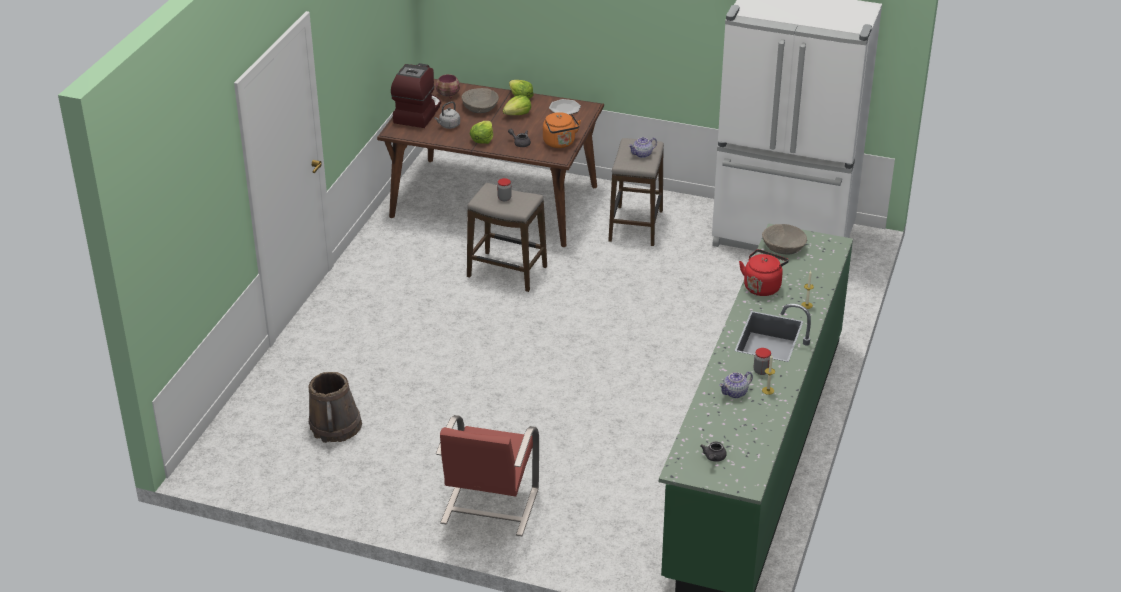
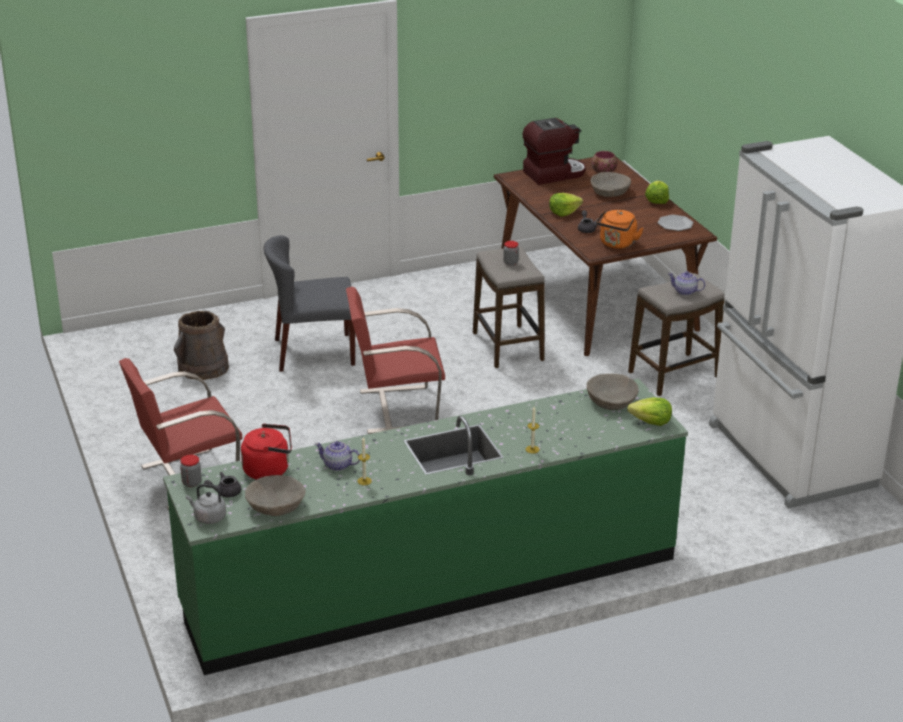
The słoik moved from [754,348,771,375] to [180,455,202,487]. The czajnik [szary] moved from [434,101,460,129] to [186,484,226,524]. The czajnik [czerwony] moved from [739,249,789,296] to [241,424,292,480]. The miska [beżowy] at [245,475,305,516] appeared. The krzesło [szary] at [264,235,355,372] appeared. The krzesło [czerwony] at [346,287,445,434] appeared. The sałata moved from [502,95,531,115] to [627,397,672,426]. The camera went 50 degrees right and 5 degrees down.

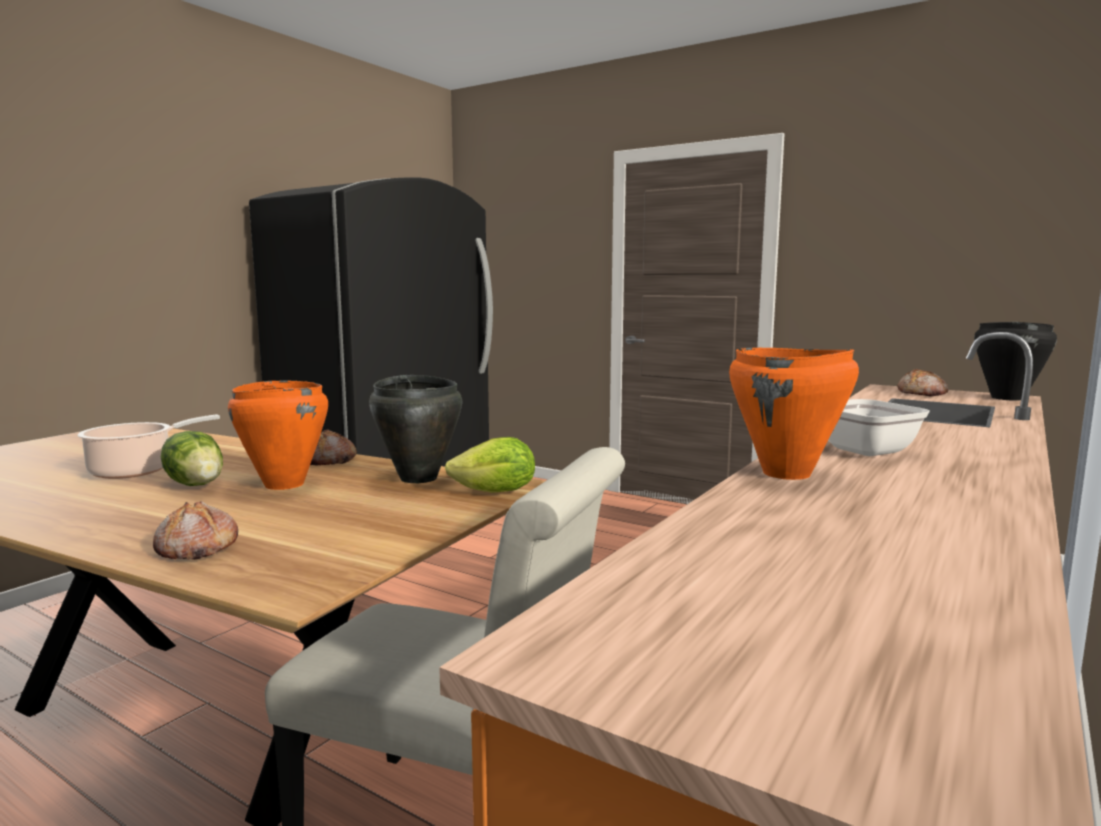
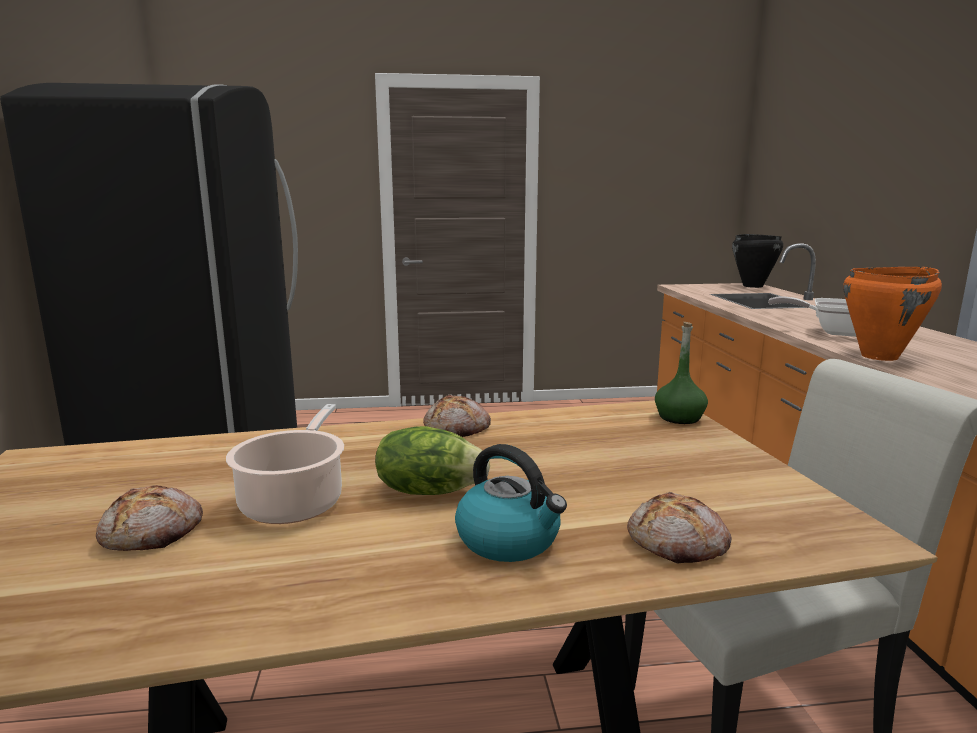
The chleb moved from [897,369,948,397] to [96,485,203,551]. The czajnik at [455,444,567,562] appeared. The sałata at [445,437,535,493] was replaced by the butelka [zielony] at [655,322,708,424]. The garnek [pomarańczowy] at [228,381,328,490] disappeared. The garnek [czarny] at [369,375,462,483] disappeared. The camera went 40 degrees left and 5 degrees up.

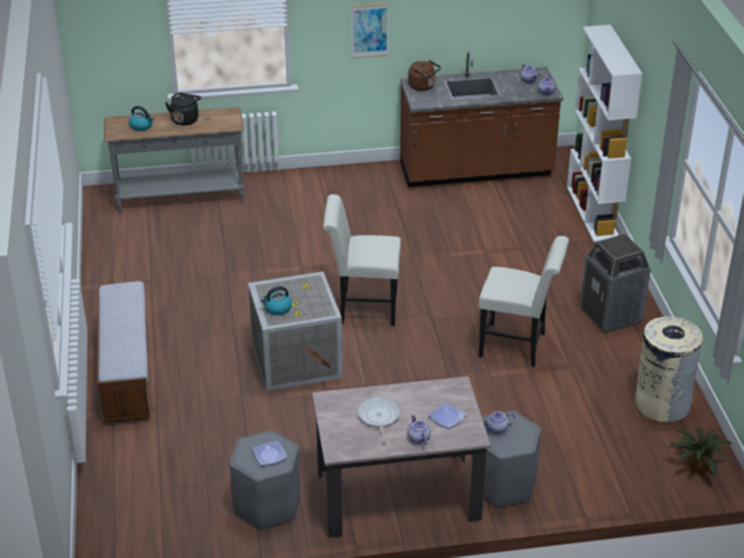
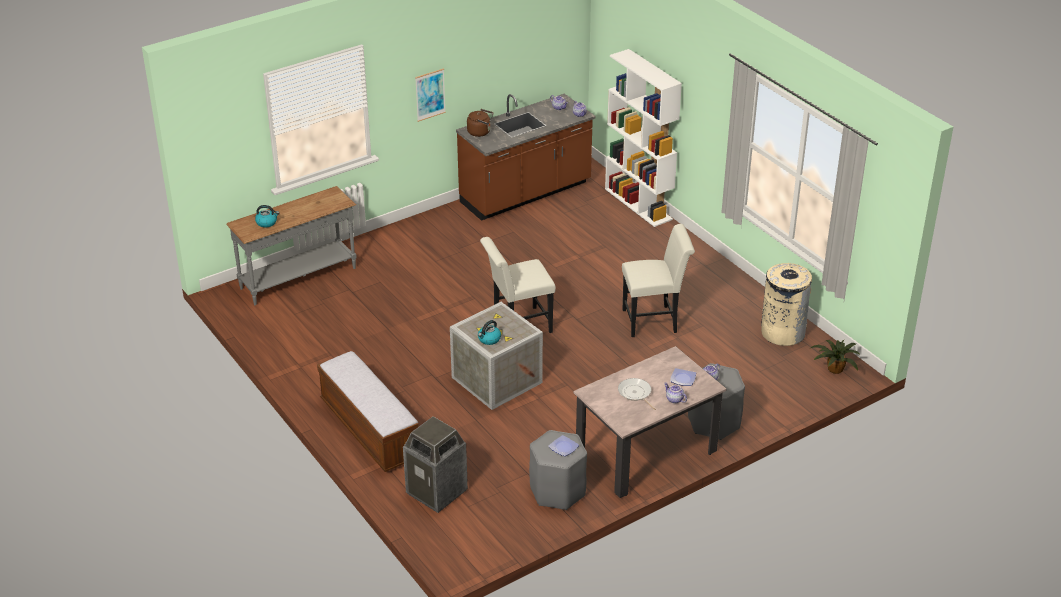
The kosz na śmieci moved from [580,234,651,334] to [403,416,468,513]. The czajnik [czarny] at [165,93,201,126] disappeared. The camera went 25 degrees left and 0 degrees up.

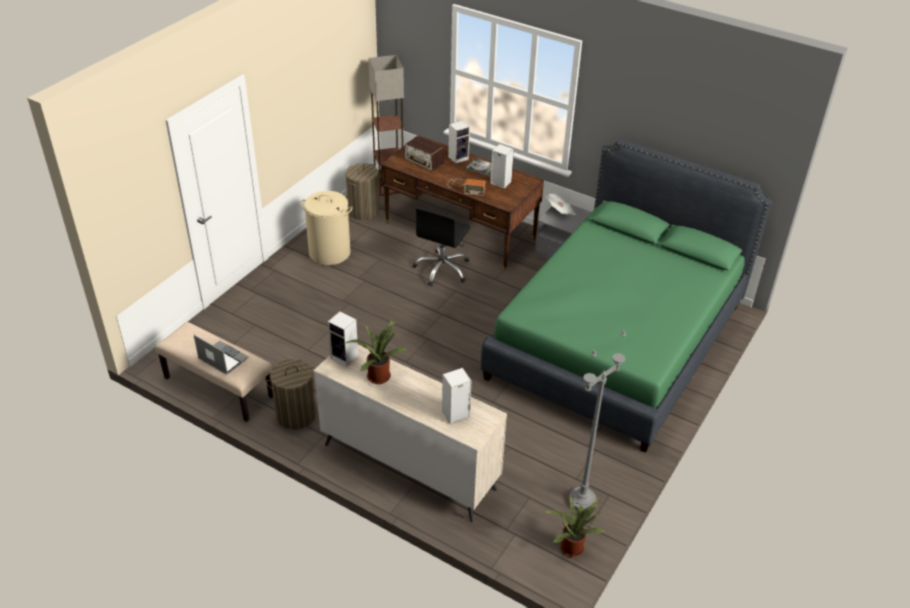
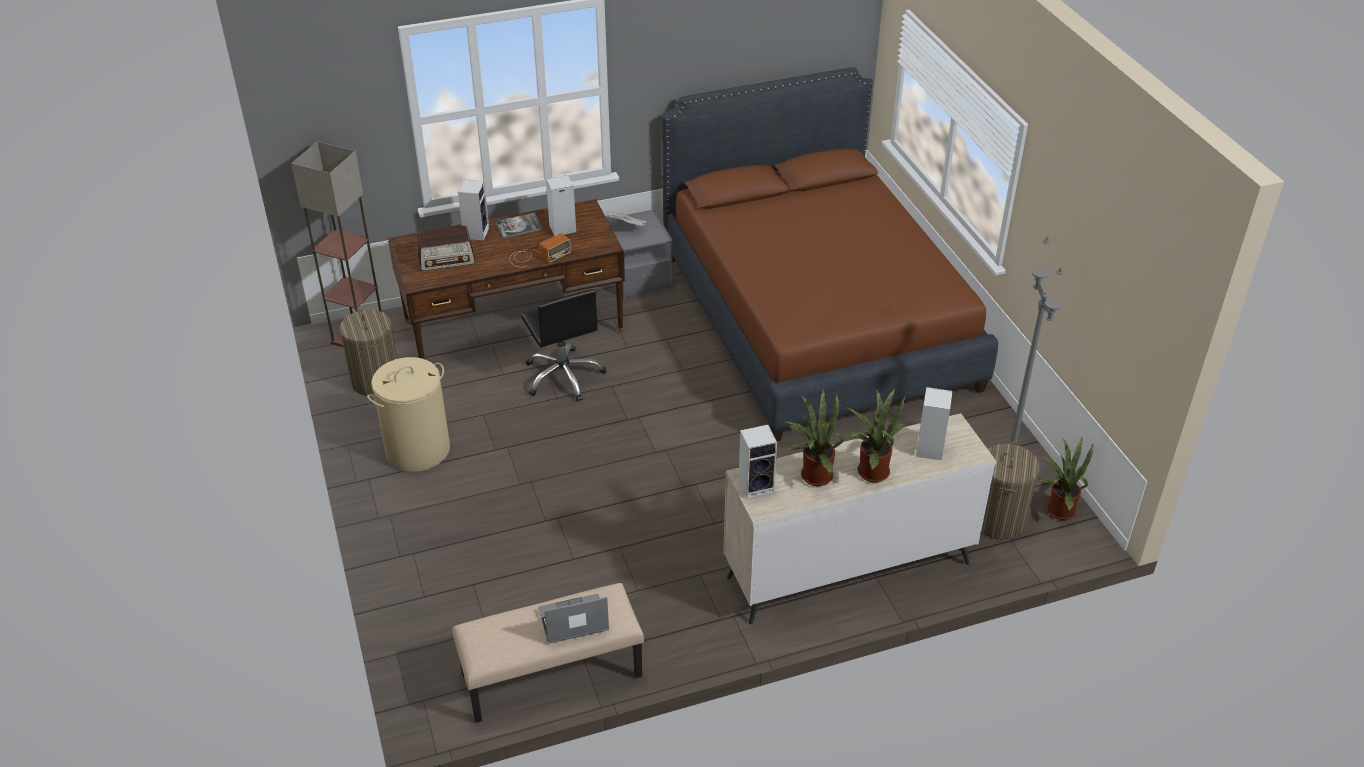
The łóżko [zielony] at [481,139,772,453] became the łóżko [brązowy] at [662,67,998,441]. The roślina doniczkowa at [846,388,905,482] appeared. The kosz na pranie moved from [266,359,316,429] to [981,442,1040,540]. The camera went 50 degrees left and 0 degrees up.

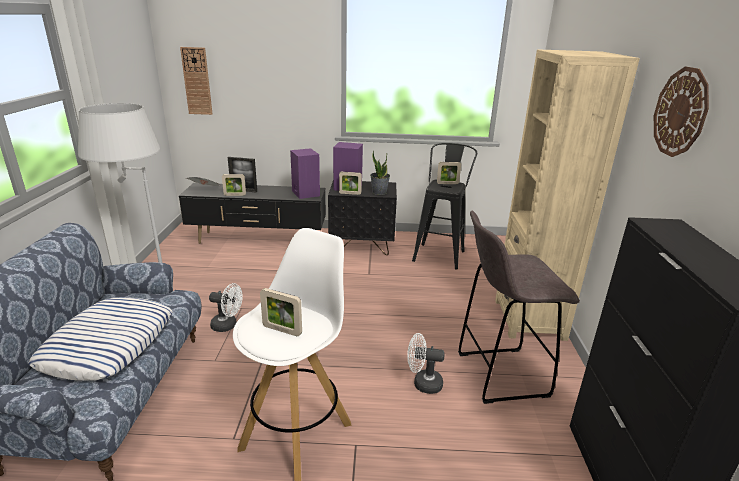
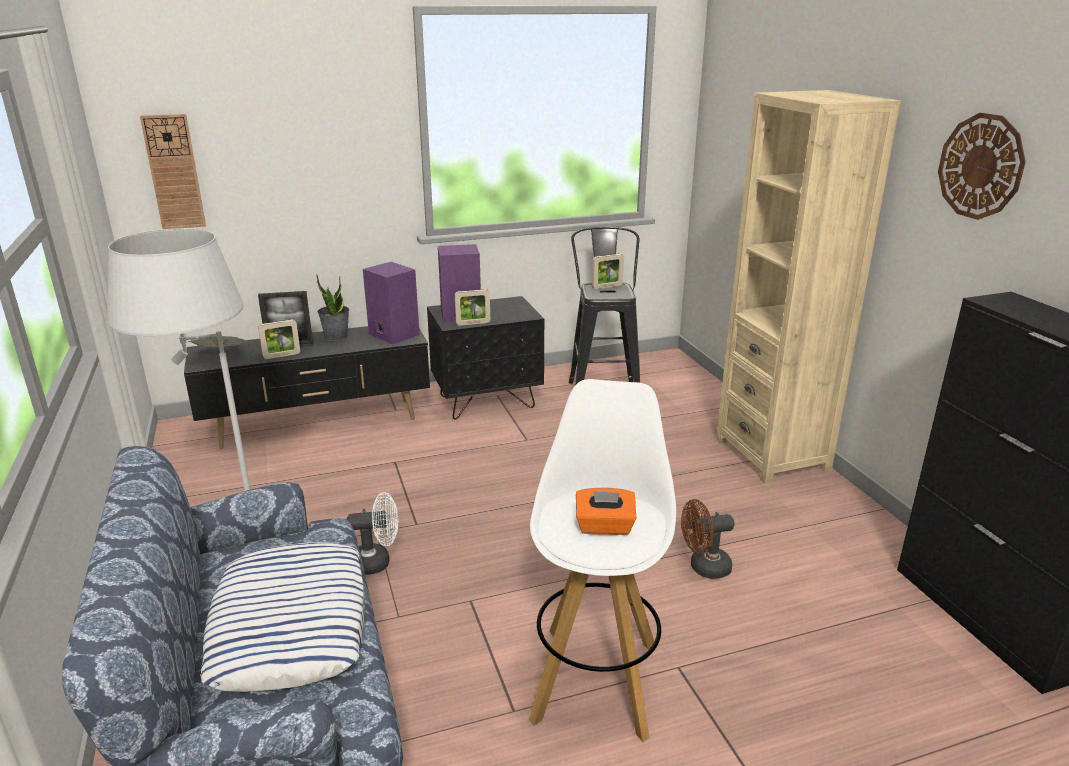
The roślina doniczkowa moved from [370,151,390,195] to [316,274,349,341]. The ramka na zdjęcie at [260,288,302,336] was replaced by the pudełko chusteczek [pomarańczowy] at [576,487,636,535]. The wentylator [biały] at [407,333,445,394] became the wentylator [brązowy] at [681,499,734,579]. The stołek [szary] at [458,210,580,404] disappeared. The camera went 20 degrees left and 0 degrees up.

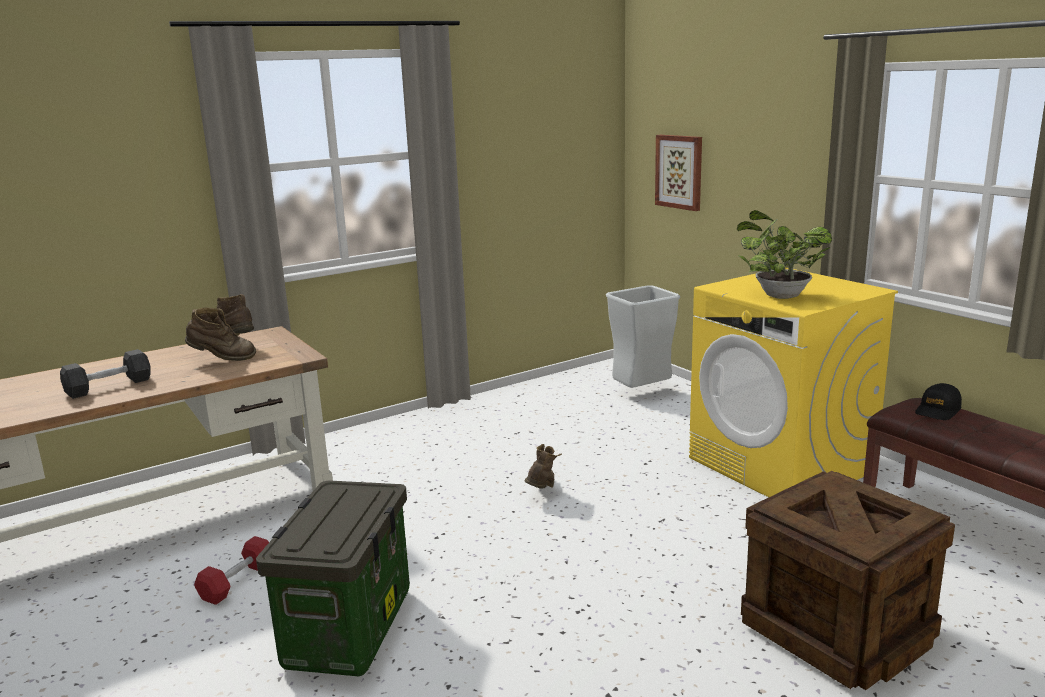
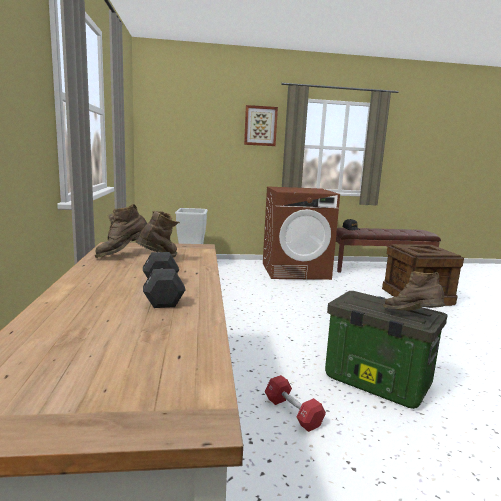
The obraz moved from [655,135,702,211] to [244,105,278,146]. The pralka [żółty] at [689,268,898,497] became the pralka [brązowy] at [263,186,340,280]. The but z cholewką [brązowy] moved from [525,444,562,489] to [383,271,445,310]. The roślina doniczkowa at [737,210,832,299] disappeared. The camera went 65 degrees left and 5 degrees down.

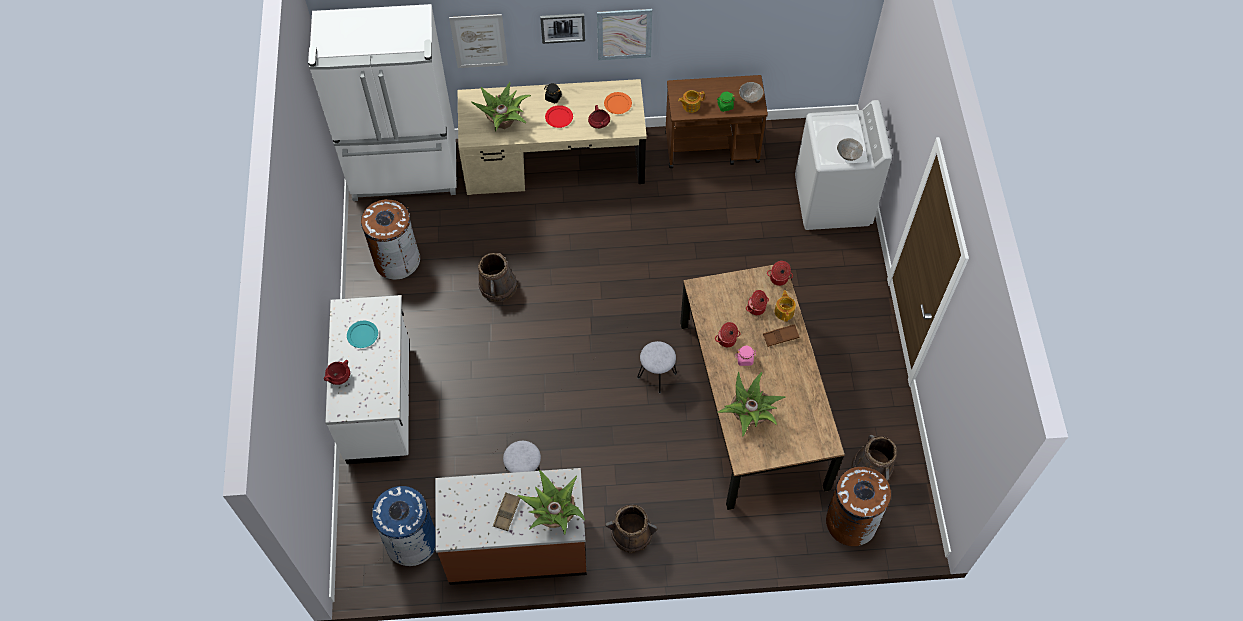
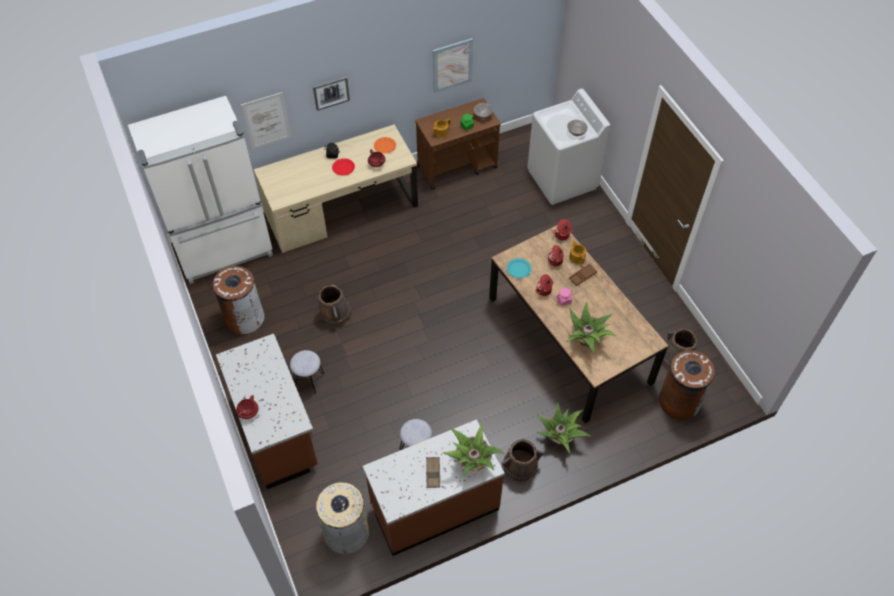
The zabudowa kuchenna [biały] at [325,295,409,464] became the zabudowa kuchenna [brązowy] at [216,333,318,489]. The stołek [szary] moved from [637,341,677,394] to [290,350,325,394]. The kosz na śmieci [niebieski] at [372,486,435,566] became the kosz na śmieci [beżowy] at [316,482,369,554]. The obraz moved from [597,9,652,60] to [433,38,473,93]. The talerz [turkusowy] moved from [347,321,378,348] to [507,258,532,278]. The roślina doniczkowa moved from [471,82,531,132] to [536,402,591,453]. The camera went 20 degrees left and 5 degrees down.

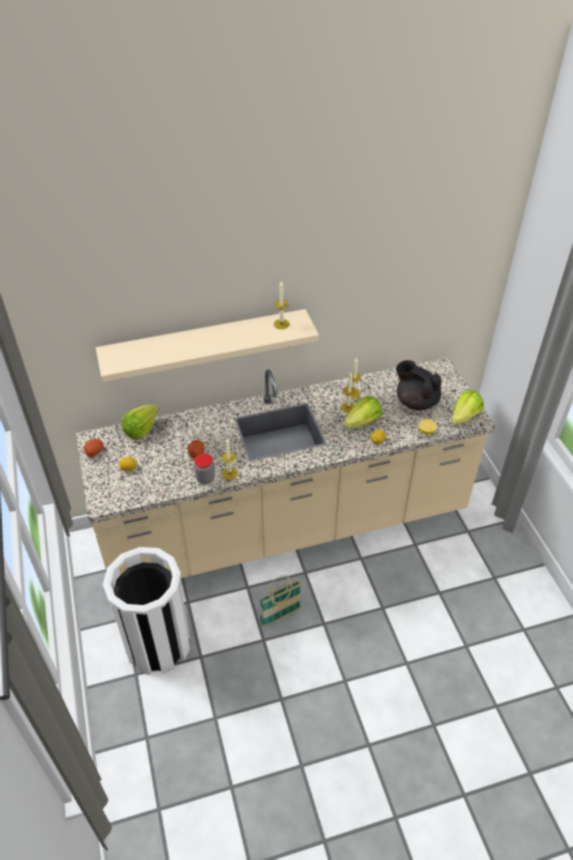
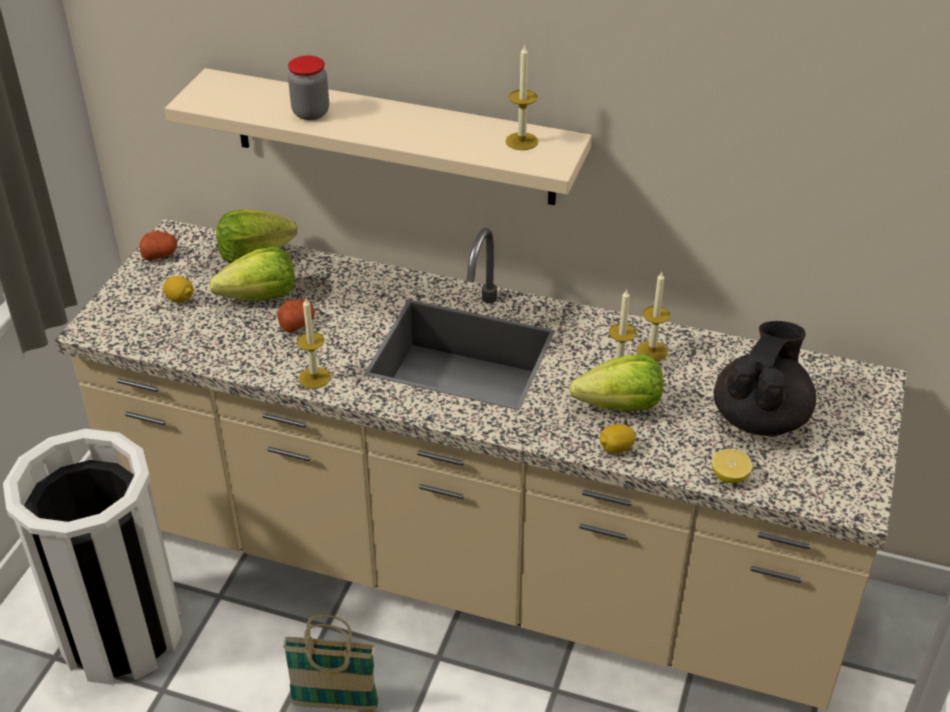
The sałata moved from [452,390,484,425] to [209,247,295,300]. The słoik moved from [194,453,215,484] to [288,56,329,120]. The imbryk [czarny] at [396,360,441,410] turned 45 degrees clockwise. The camera went 35 degrees right and 5 degrees down.

